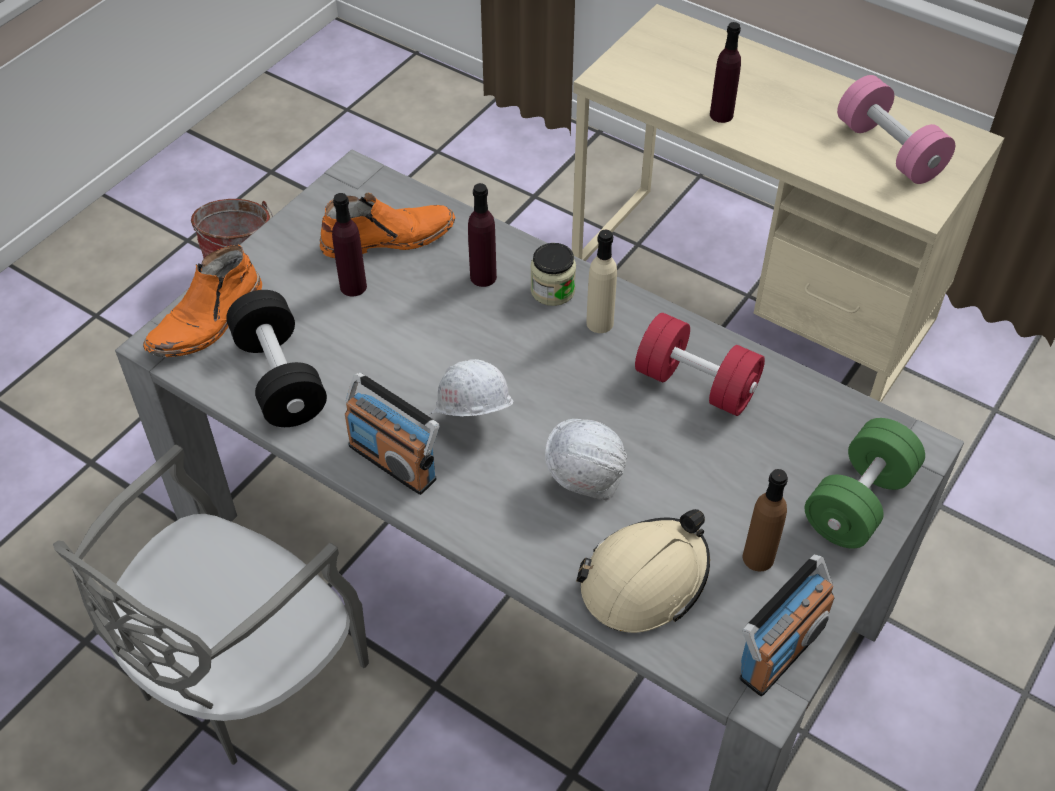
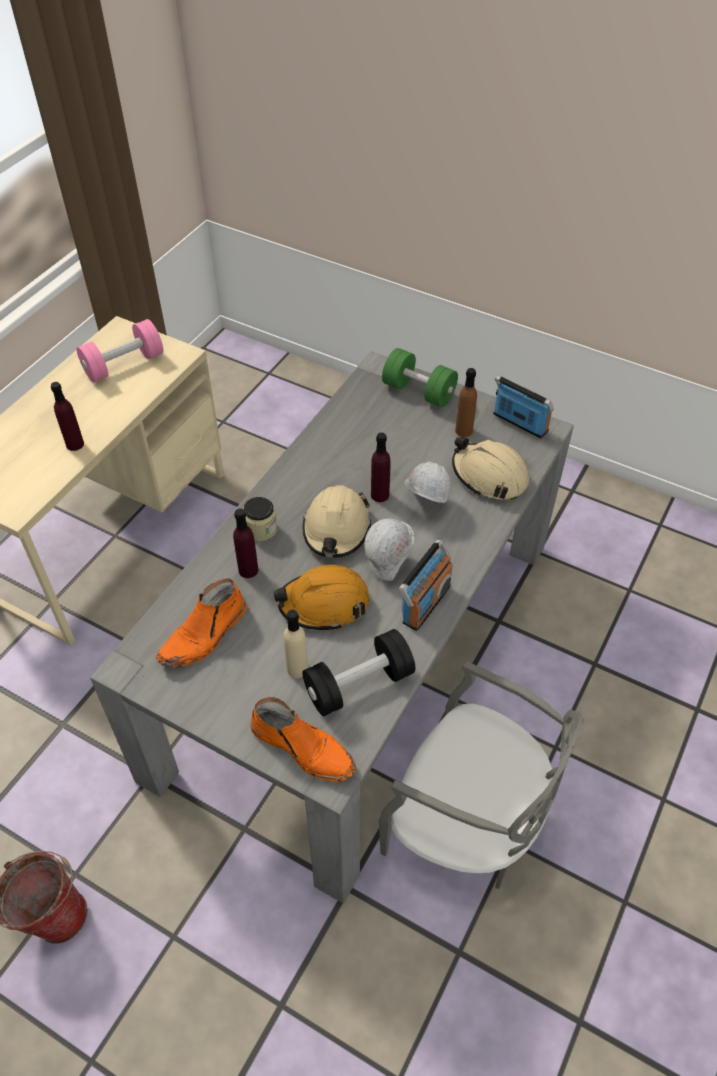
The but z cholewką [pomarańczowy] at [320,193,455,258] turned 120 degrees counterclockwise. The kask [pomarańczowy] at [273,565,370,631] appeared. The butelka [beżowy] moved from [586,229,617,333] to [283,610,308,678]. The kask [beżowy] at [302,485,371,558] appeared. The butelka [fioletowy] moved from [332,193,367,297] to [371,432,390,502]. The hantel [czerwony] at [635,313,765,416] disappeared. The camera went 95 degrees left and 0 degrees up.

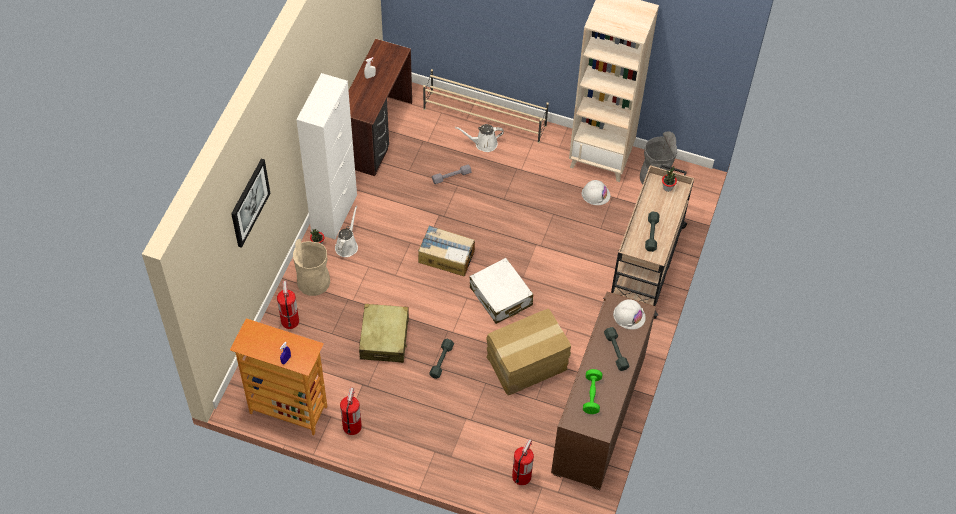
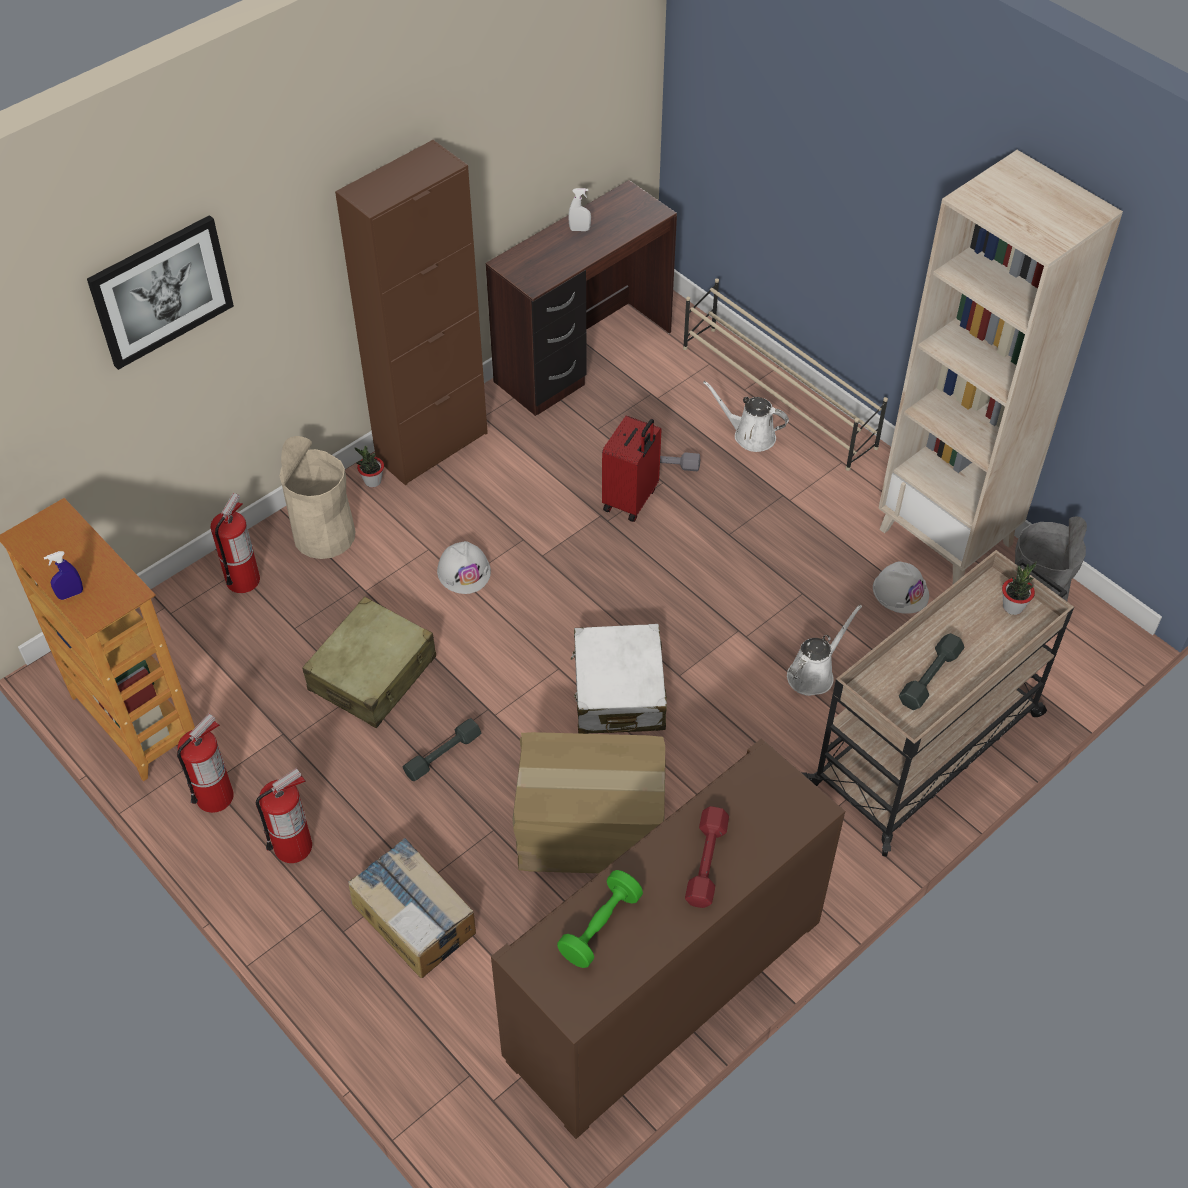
The gaśnica moved from [512,439,534,485] to [256,768,312,863]. The szafka [biały] at [296,73,357,239] became the szafka [brązowy] at [335,140,488,485]. The karton moved from [418,225,475,276] to [349,838,476,978]. The kask [biały] moved from [613,299,646,330] to [437,541,491,594]. The walizka [czerwony] at [602,415,662,522] appeared. The hantel [szary] at [604,327,630,371] became the hantel [czerwony] at [685,806,729,908]. The konewka [biały] moved from [335,206,358,257] to [787,605,862,696]. The camera went 30 degrees right and 5 degrees down.

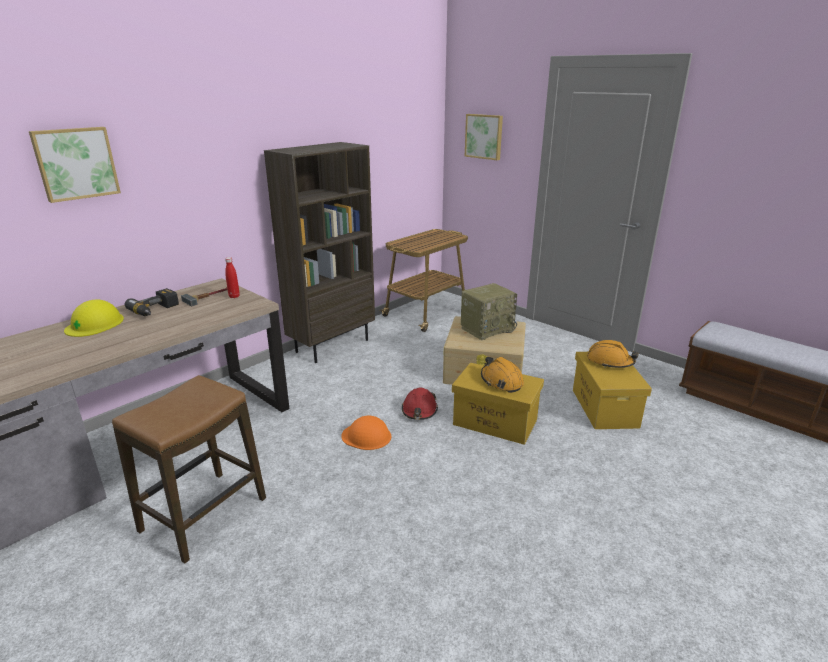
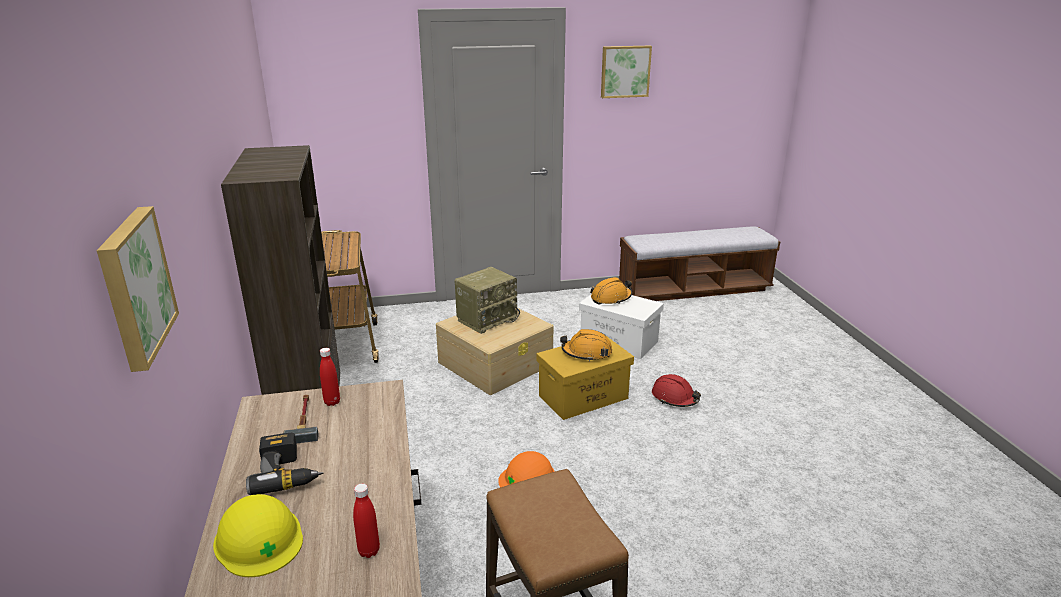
The butelka [czerwony] at [353,483,380,558] appeared. The radio at [461,283,517,340] turned 45 degrees clockwise. The pojemnik do przechowywania [żółty] at [573,352,652,429] became the pojemnik do przechowywania [biały] at [579,294,664,359]. The obraz moved from [465,114,503,160] to [601,46,652,98]. The kask [czerwony] moved from [402,388,438,420] to [652,374,701,407]. The camera went 55 degrees left and 0 degrees up.

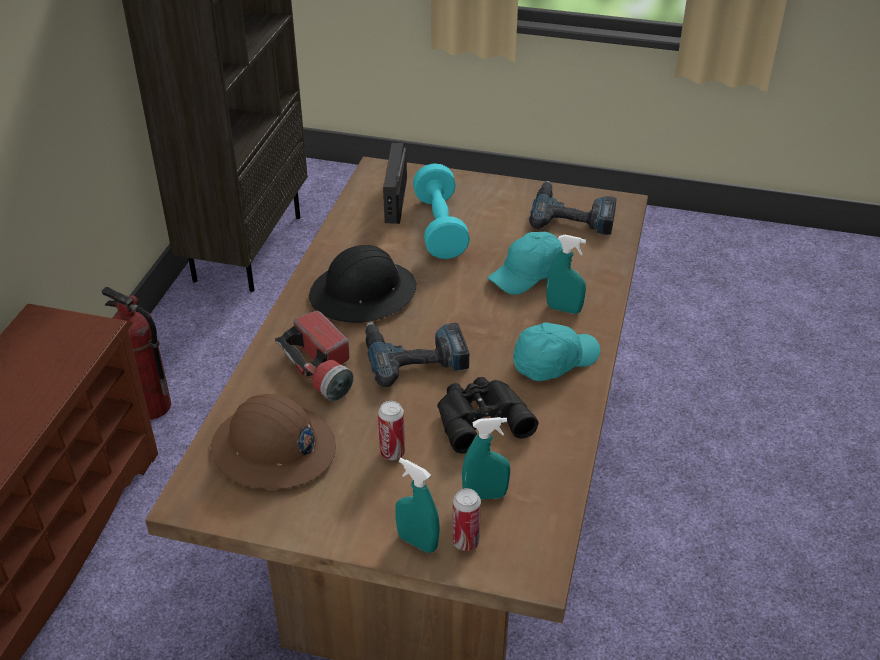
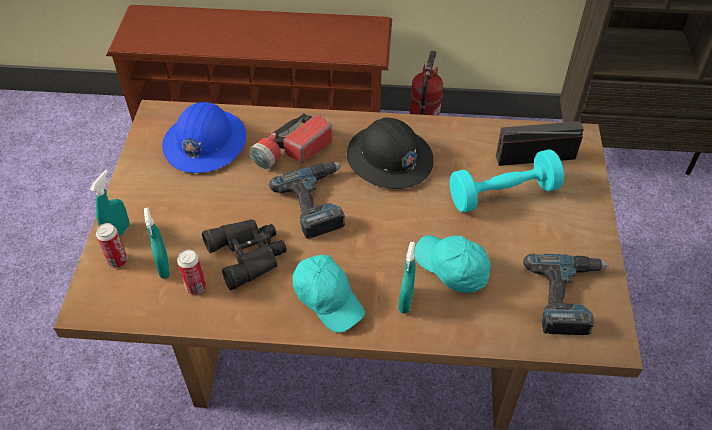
The kask [brązowy] at [211,394,336,489] became the kask [niebieski] at [162,102,246,173]. The puszka moved from [378,401,405,460] to [177,249,206,295]. The camera went 80 degrees right and 10 degrees up.

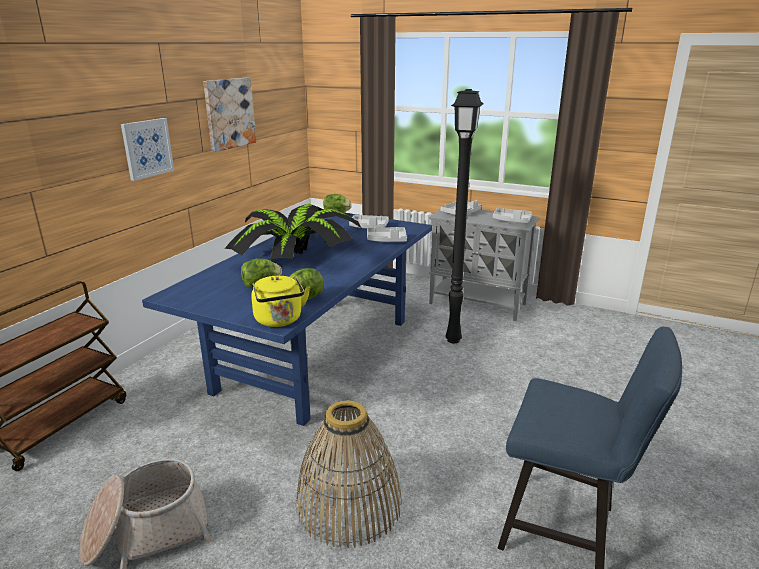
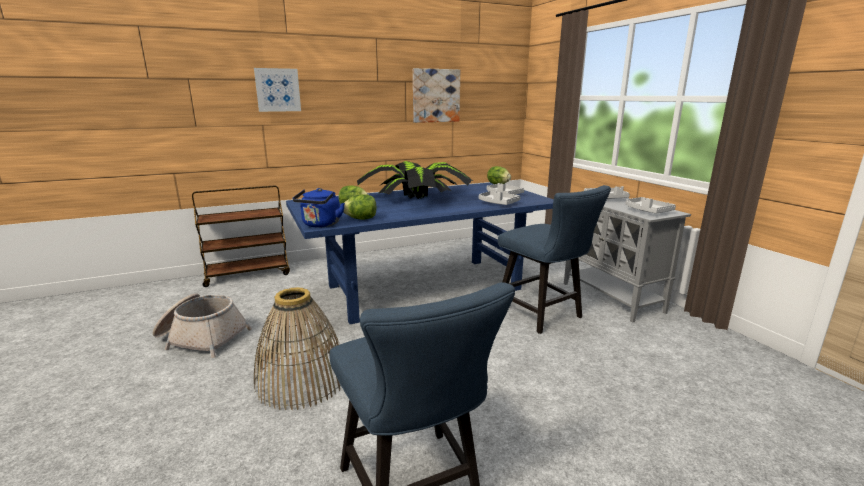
The obraz moved from [121,118,174,181] to [254,68,301,112]. The czajnik [żółty] at [251,276,310,327] became the czajnik [niebieski] at [293,188,345,228]. The lampa stojąca [czarny] at [445,89,484,343] was replaced by the krzesło [niebieski] at [498,185,611,334]. The camera went 40 degrees right and 5 degrees down.

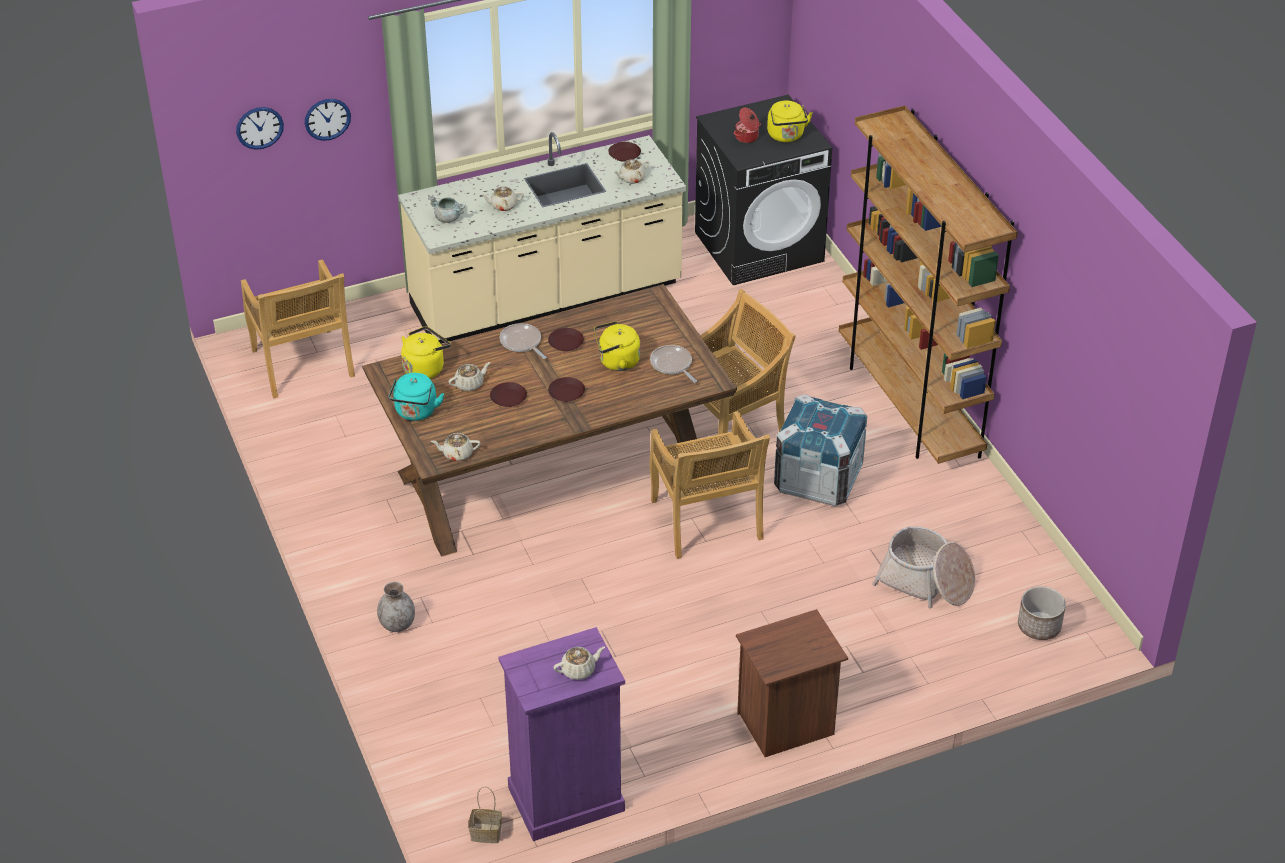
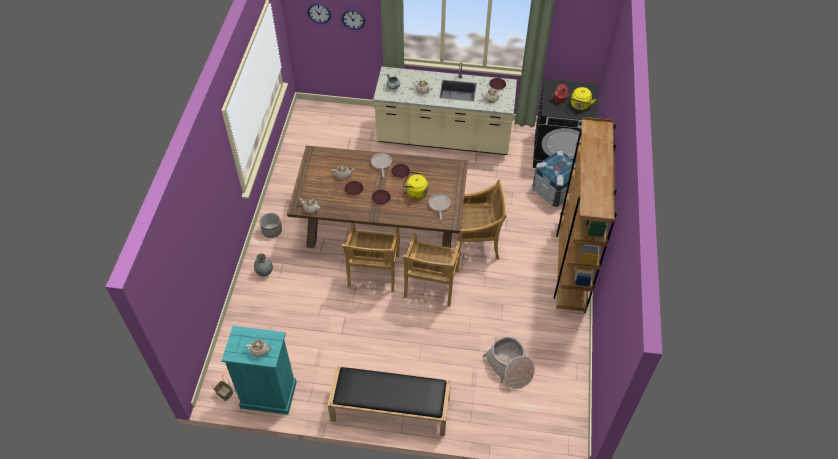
The komoda [fioletowy] at [499,627,625,841] became the komoda [turkusowy] at [221,326,297,415]. The donica moved from [1018,586,1066,640] to [260,213,282,238]. The szafka nocna [brązowy] at [736,609,848,757] was replaced by the ławka [czarny] at [328,366,451,437]. The krzesło [beżowy] moved from [241,259,355,398] to [342,223,400,292]. The skrzynka moved from [774,394,867,506] to [533,151,575,207]. The czajnik [turkusowy] at [389,373,444,421] disappeared. The czajnik [żółty] at [401,326,451,378] disappeared. The camera went 30 degrees right and 10 degrees up.

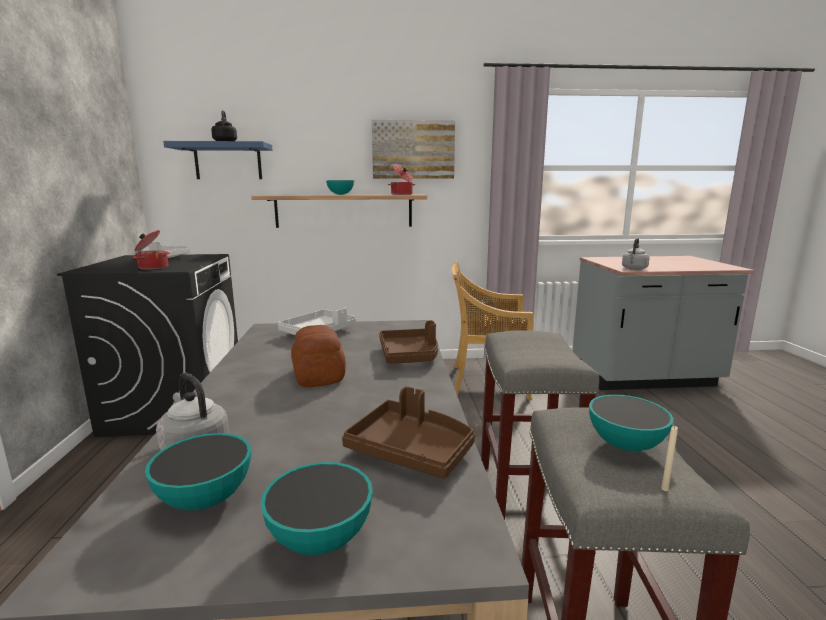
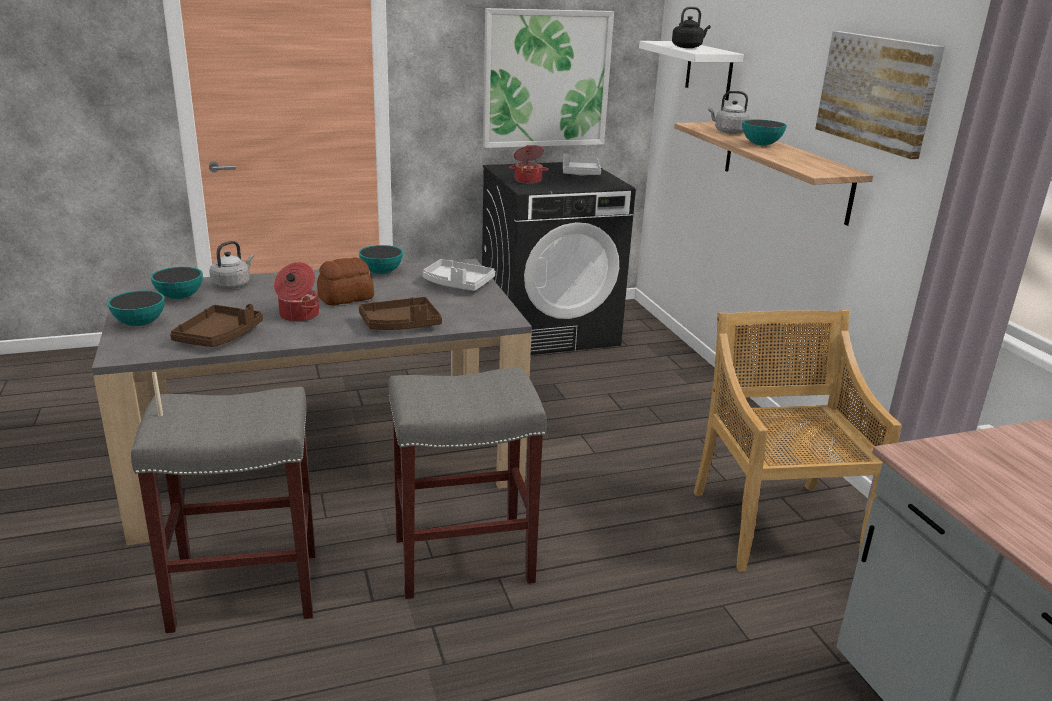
The garnek moved from [388,165,416,195] to [274,262,319,322]. The miska moved from [589,395,674,451] to [359,245,403,274]. The obraz at [483,8,614,148] appeared. The półka [niebieski] at [163,141,272,179] became the półka [biały] at [639,41,744,100]. The czajnik [szary] moved from [622,238,650,270] to [708,91,749,134]. The camera went 75 degrees right and 10 degrees up.

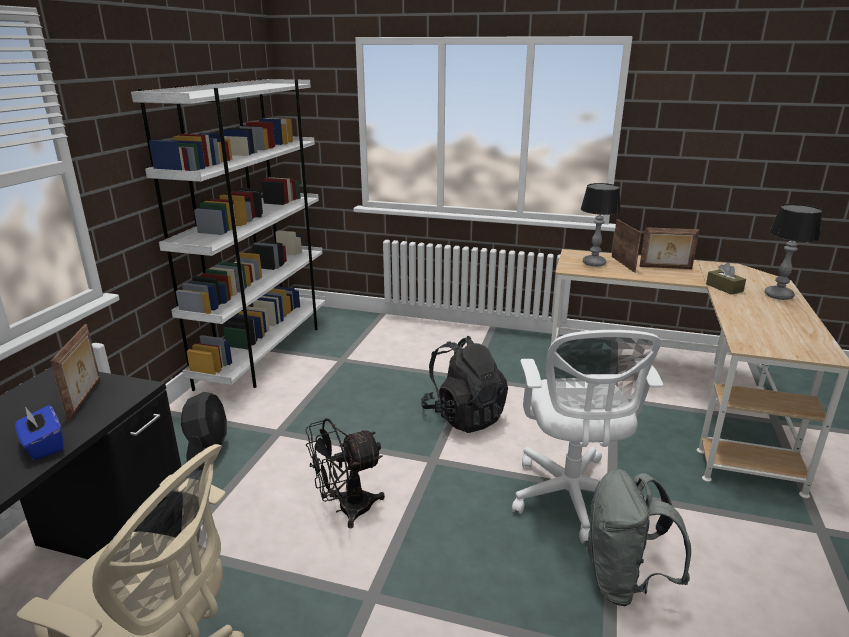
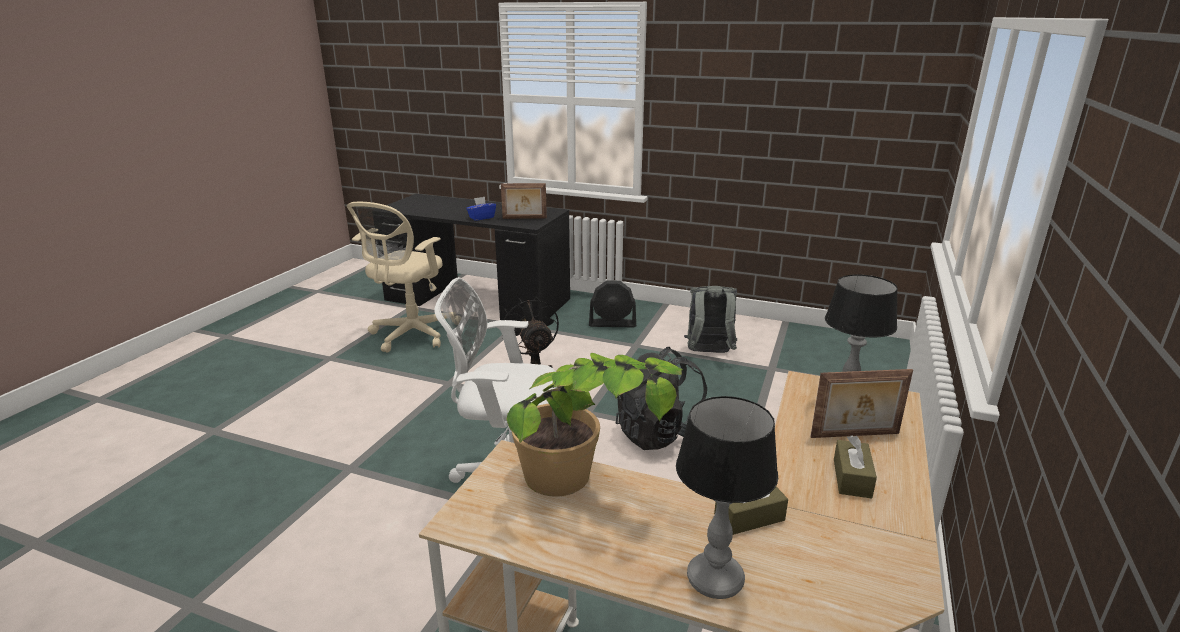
The roślina doniczkowa at [506,353,683,497] appeared. The plecak [szary] moved from [586,469,691,606] to [684,286,737,353]. The ramka na zdjęcie at [639,227,699,269] was replaced by the pudełko chusteczek [brązowy] at [834,435,877,498]. The regał [biały] at [131,78,326,391] disappeared. The camera went 95 degrees right and 0 degrees up.

